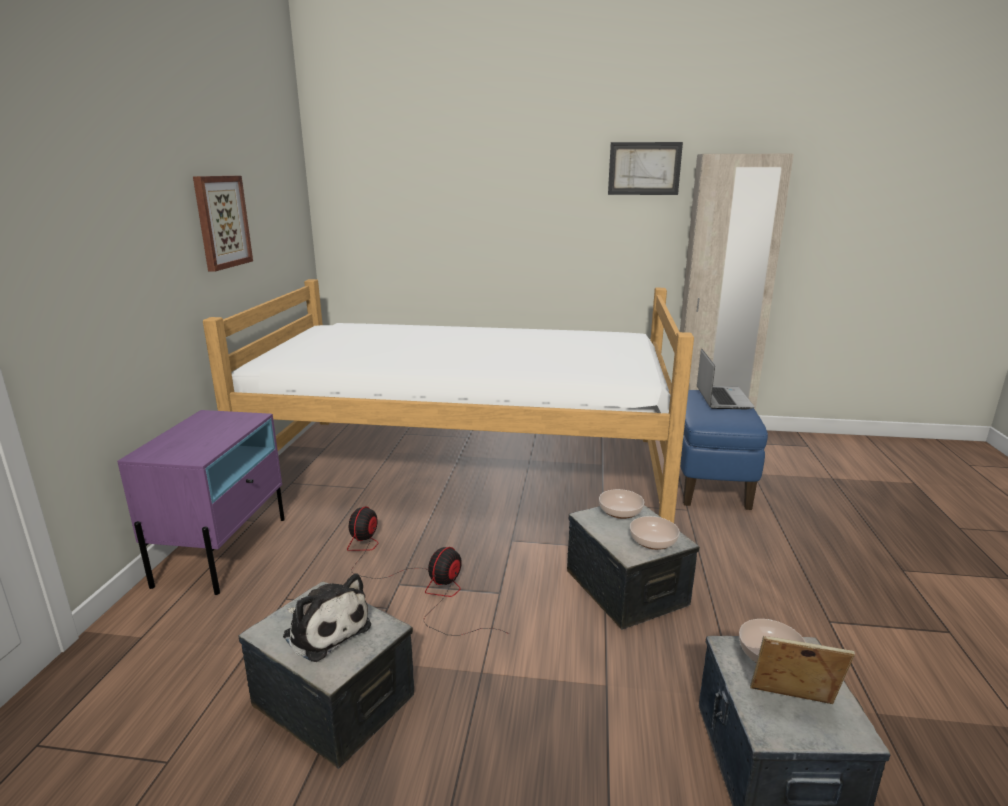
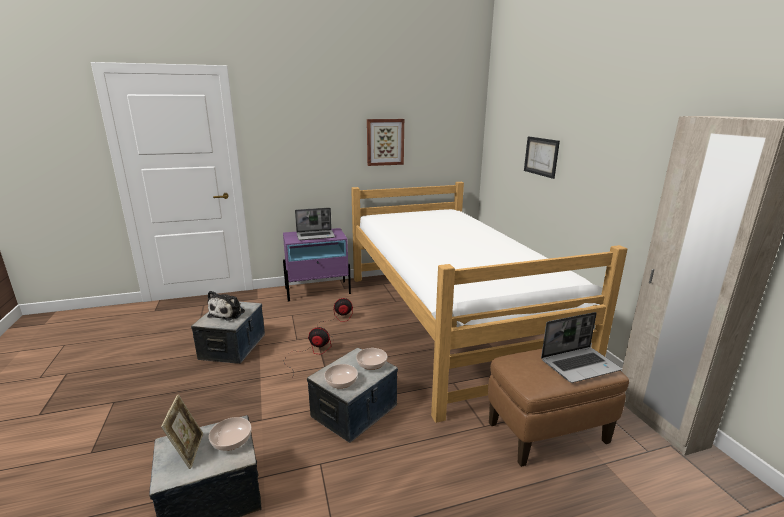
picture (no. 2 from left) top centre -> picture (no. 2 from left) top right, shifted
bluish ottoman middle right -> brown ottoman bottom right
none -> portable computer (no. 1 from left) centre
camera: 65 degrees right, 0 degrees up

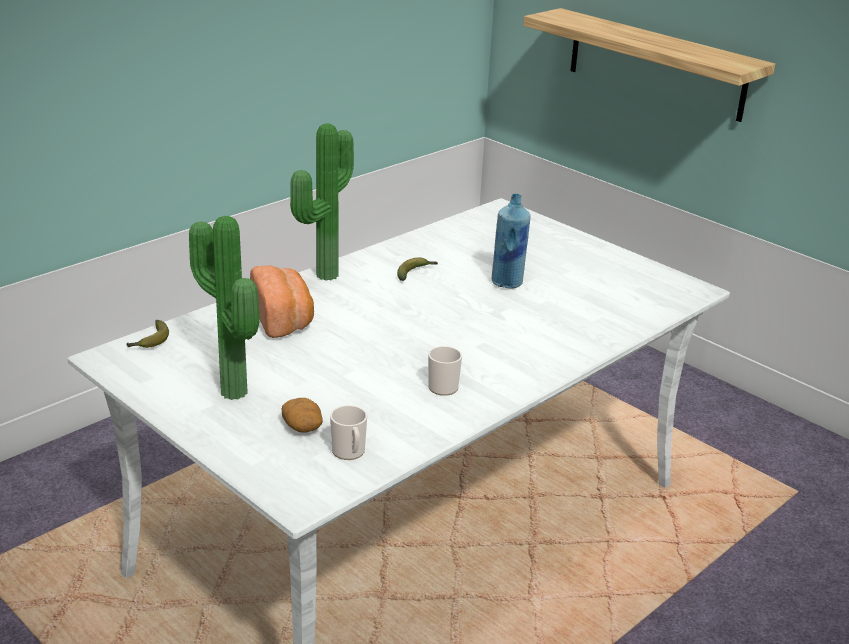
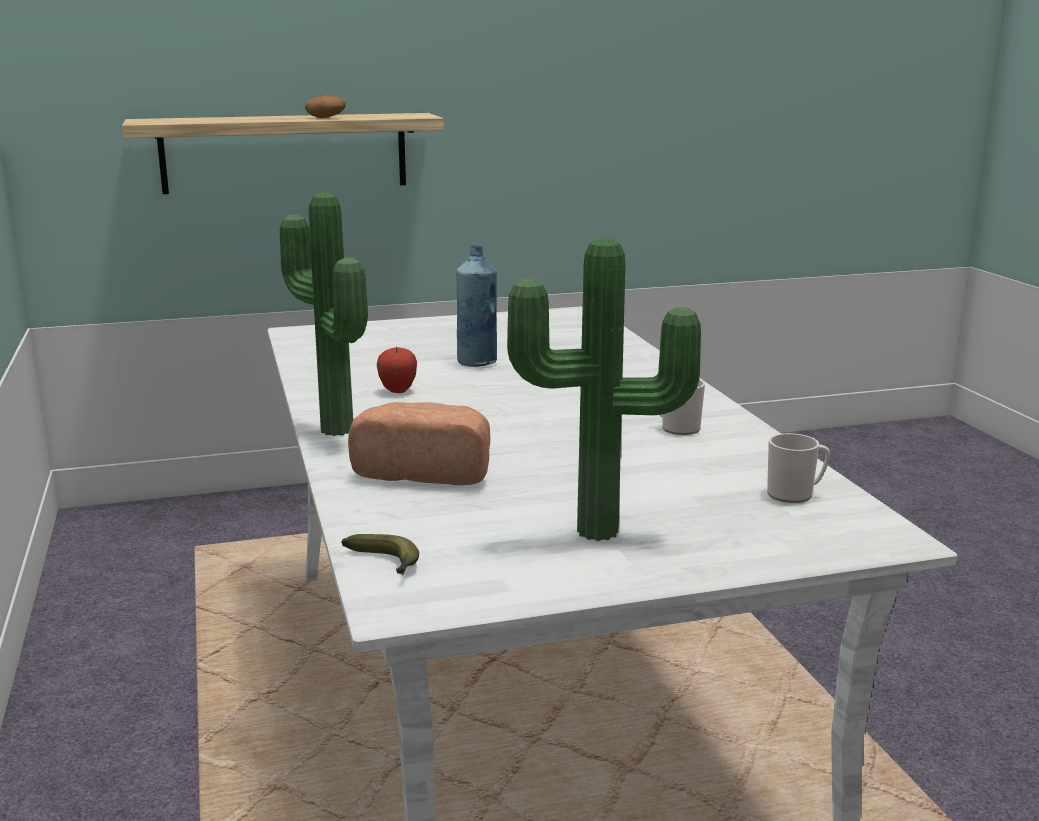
banana fruit (no. 2 from left) centre -> apple centre
spud centre -> spud top left, shifted
camera: 60 degrees left, 10 degrees down

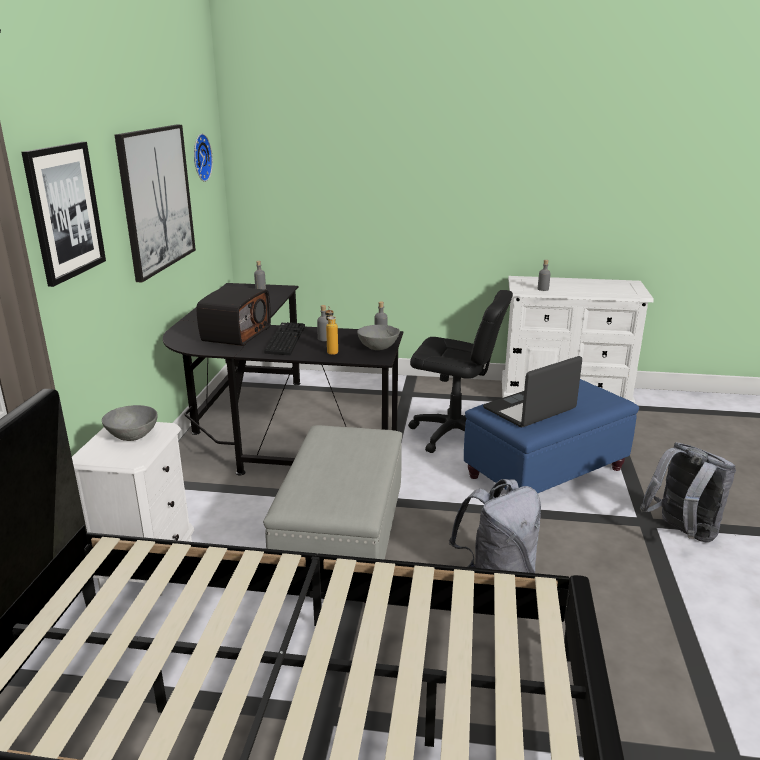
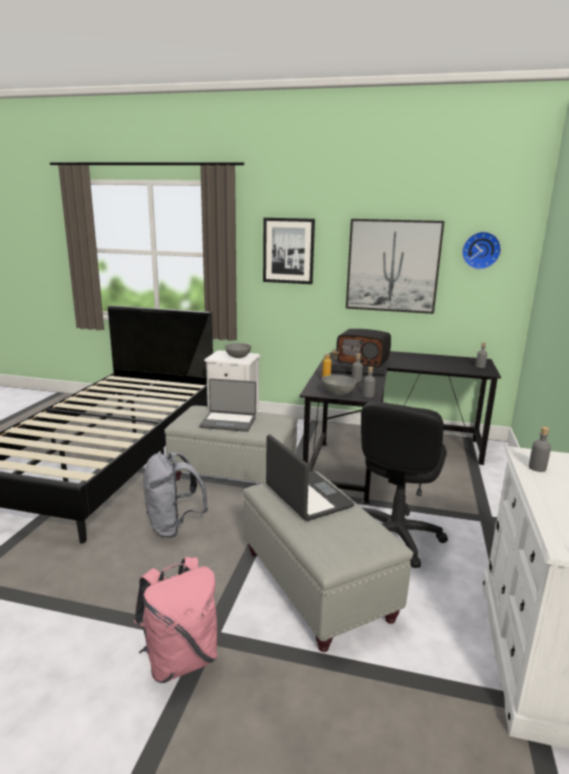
bluish ottoman middle right -> gray ottoman (no. 2 from left) bottom centre
gray backpack (no. 2 from left) middle right -> pinkish backpack bottom left
none -> portable computer (no. 1 from left) centre
camera: 95 degrees right, 5 degrees down

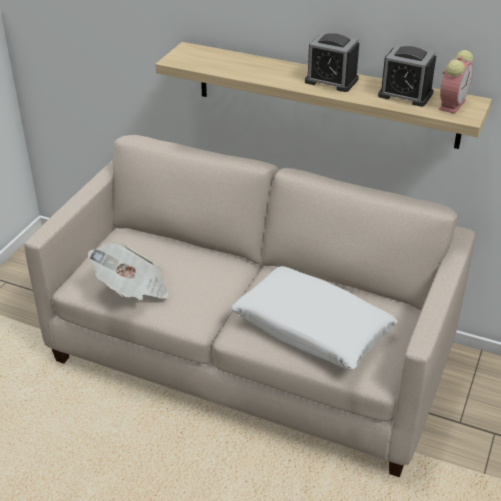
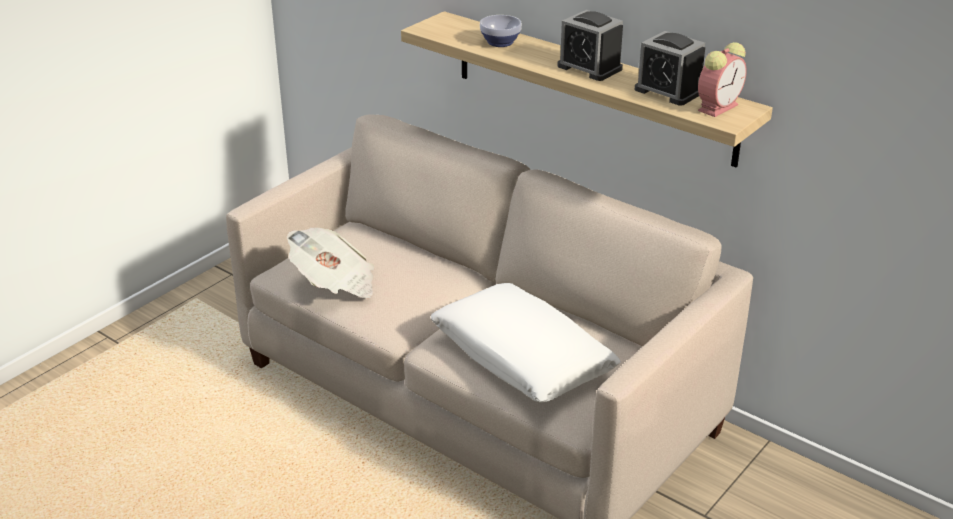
none -> serving bowl top centre
camera: 15 degrees right, 5 degrees down

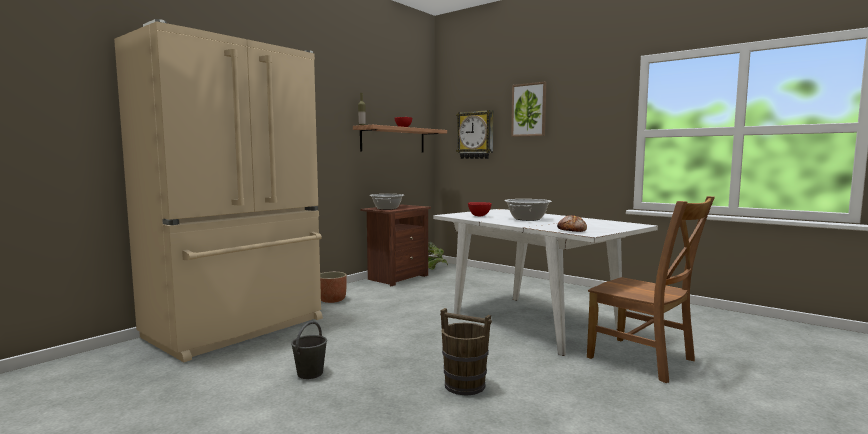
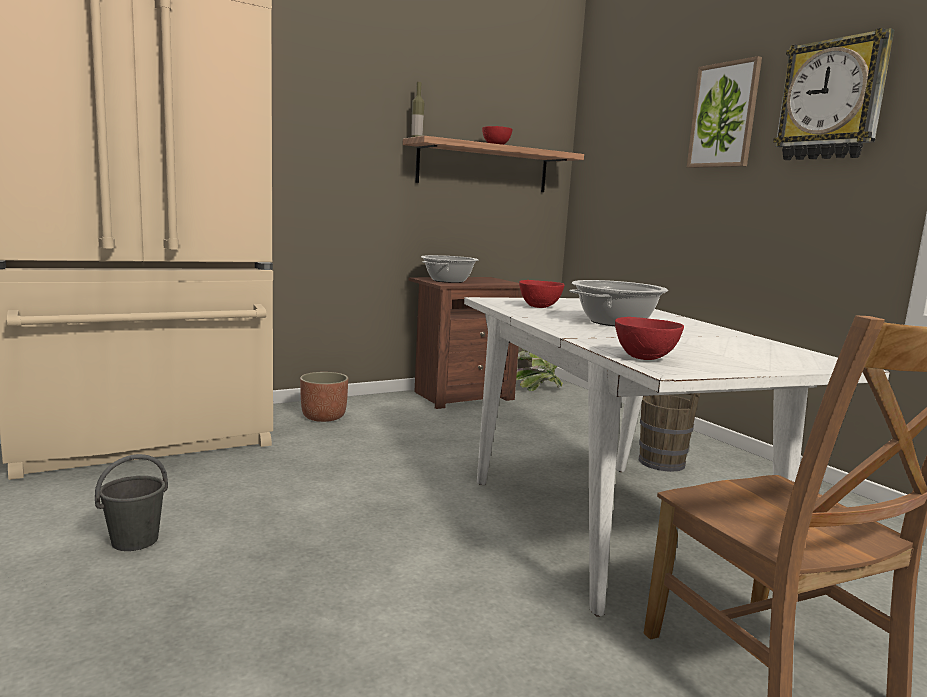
wall clock top centre -> wall clock top right, shifted
bakery bread centre -> red serving bowl (no. 3 from left) middle right
brown pail bottom centre -> brown pail middle right, shifted
camera: 20 degrees right, 5 degrees up

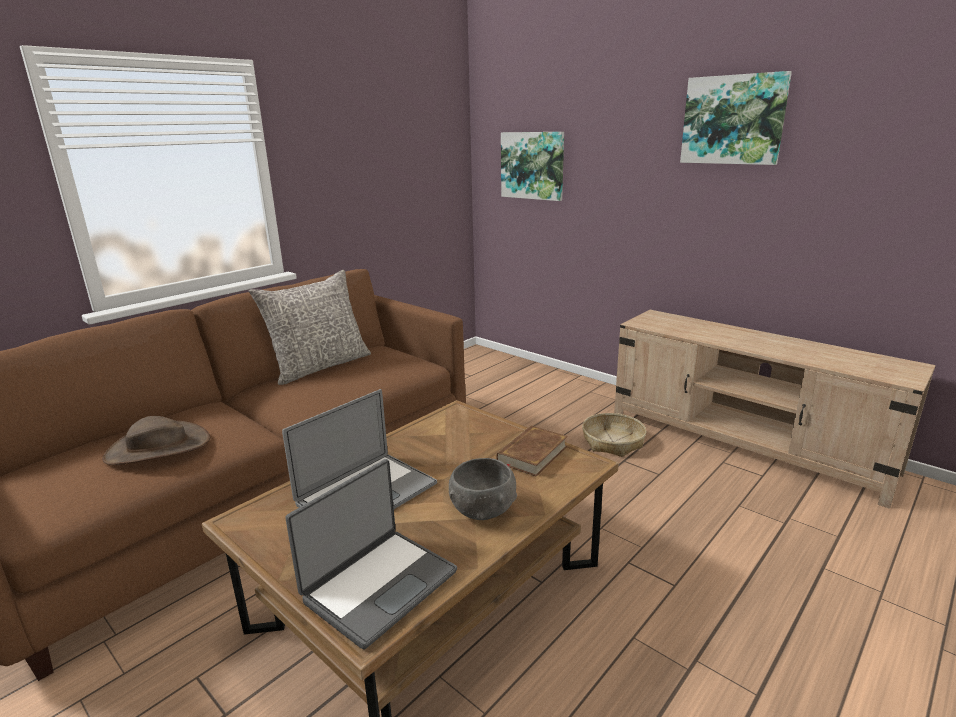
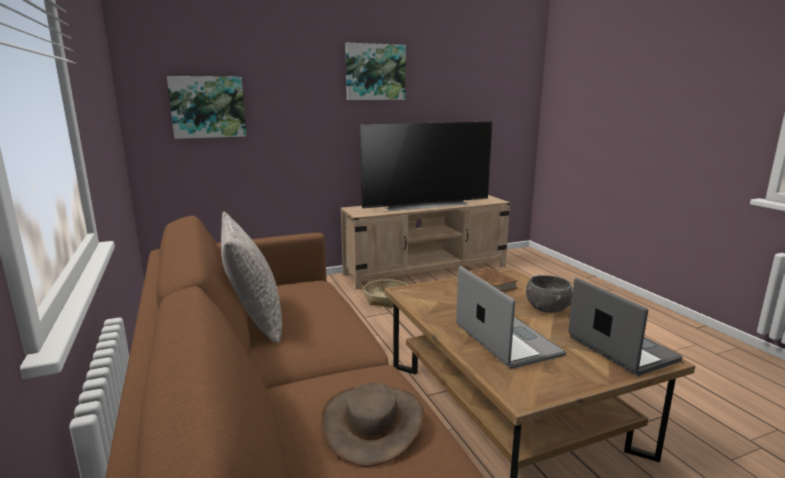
none -> TV centre
camera: 65 degrees left, 5 degrees down

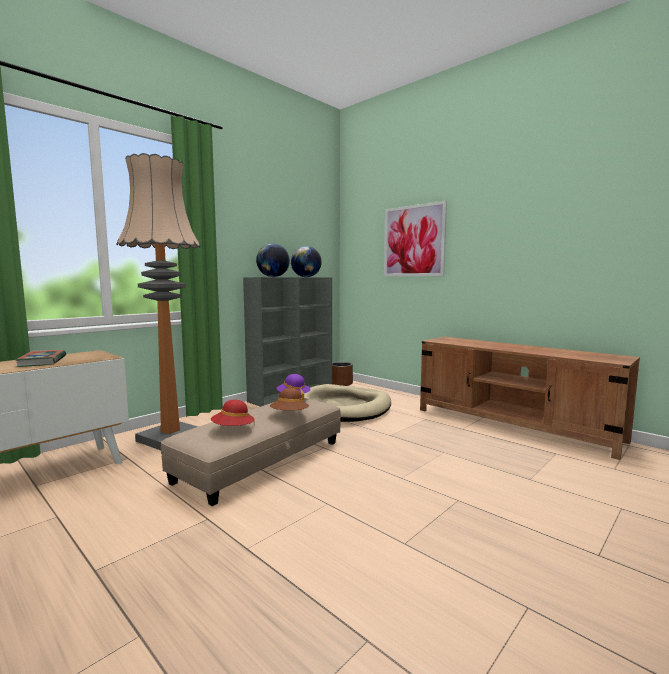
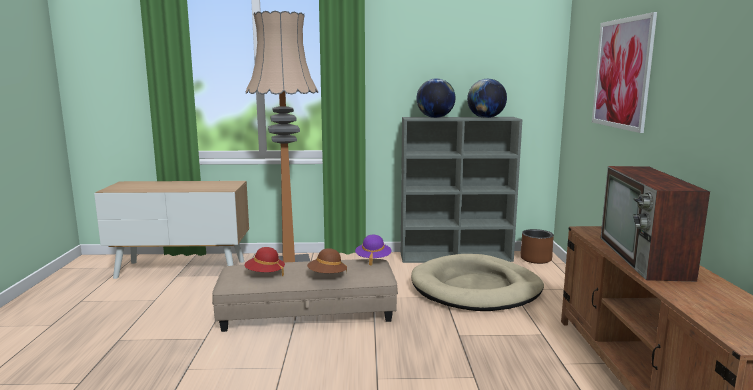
book middle left -> none
none -> TV middle right
camera: 45 degrees right, 5 degrees up

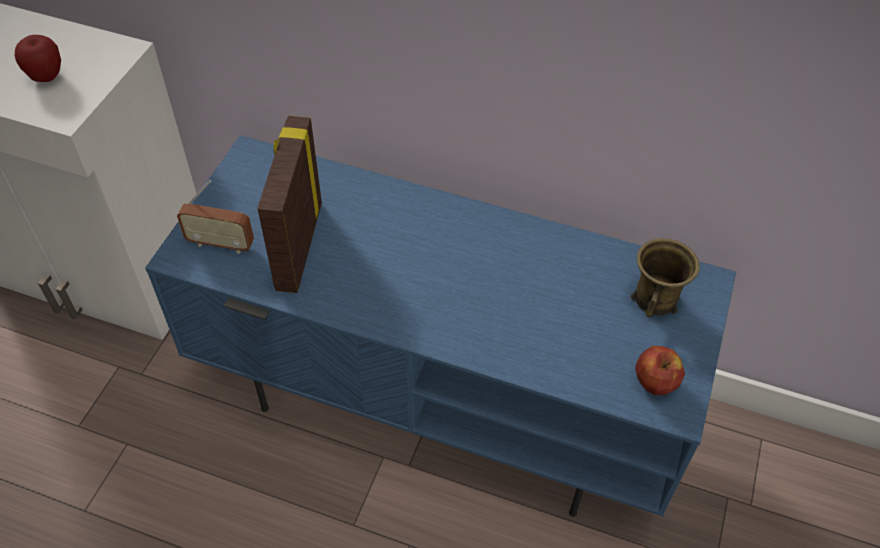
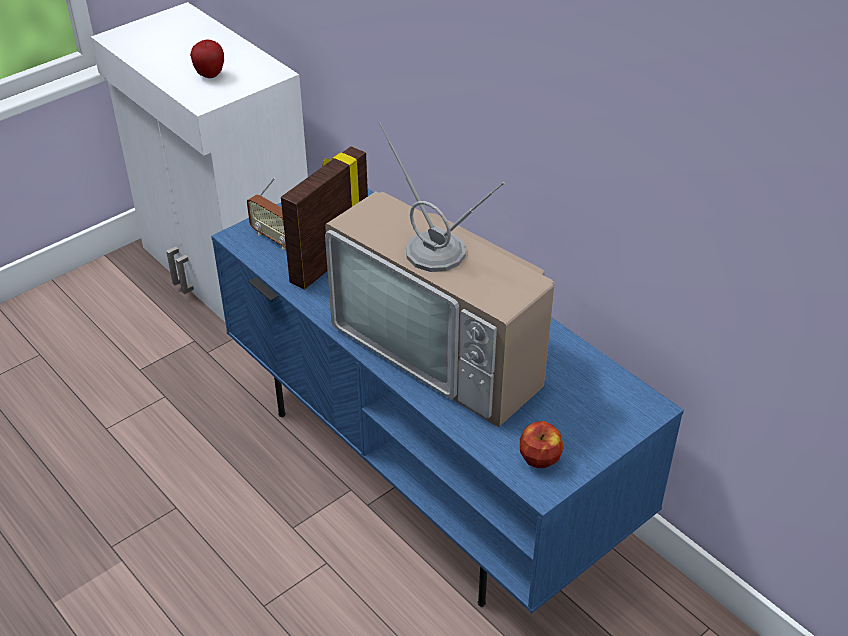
brown tea mug middle right -> none
none -> TV centre
camera: 30 degrees right, 10 degrees down

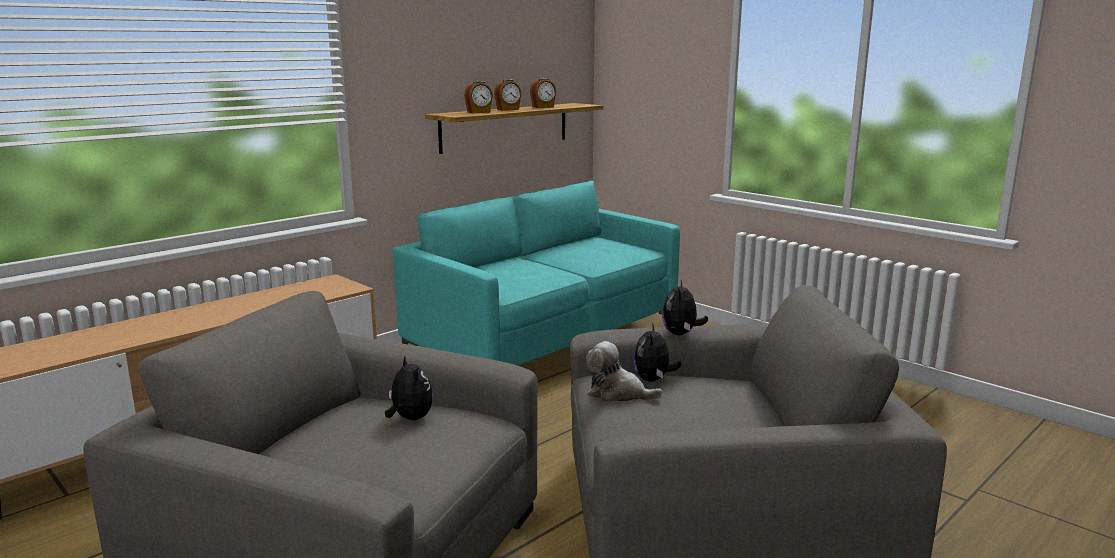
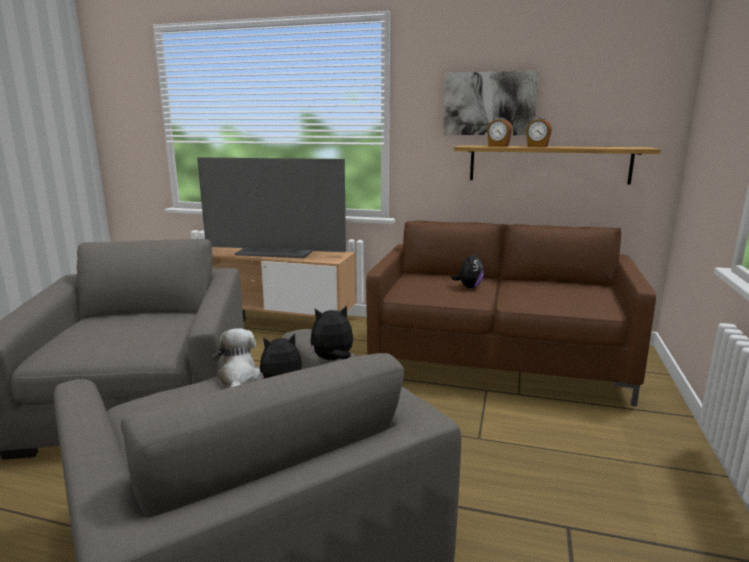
alarm clock (no. 3 from left) top centre -> none
turquoise-coloured sofa centre -> brown sofa middle right
plush toy (no. 1 from left in the first image) bottom centre -> plush toy (no. 4 from left) centre, shifted
none -> picture top centre
none -> TV centre
camera: 60 degrees right, 0 degrees up

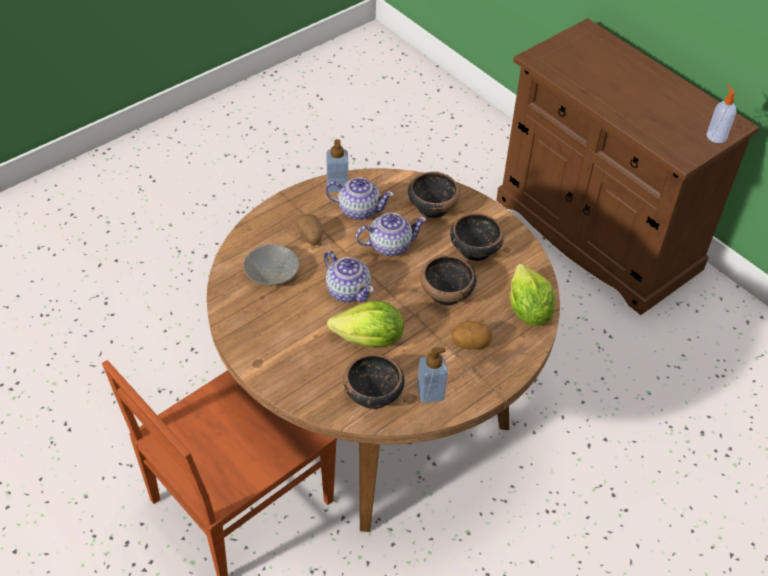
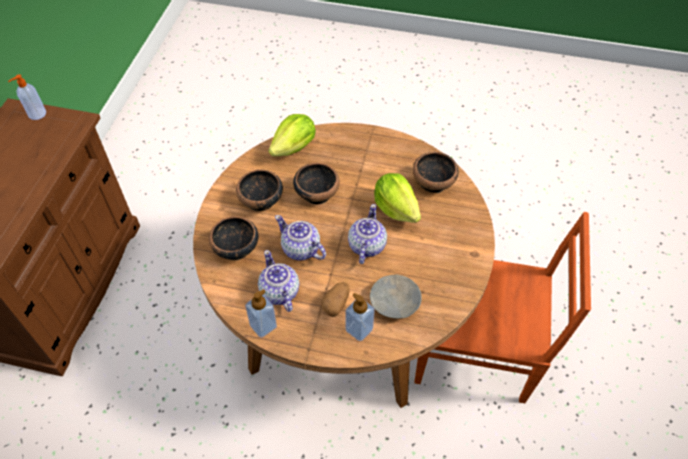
spud (no. 2 from left) centre -> none
soap bottle (no. 2 from left in the first image) centre -> soap bottle (no. 3 from left) bottom centre, shifted
camera: 125 degrees left, 5 degrees up

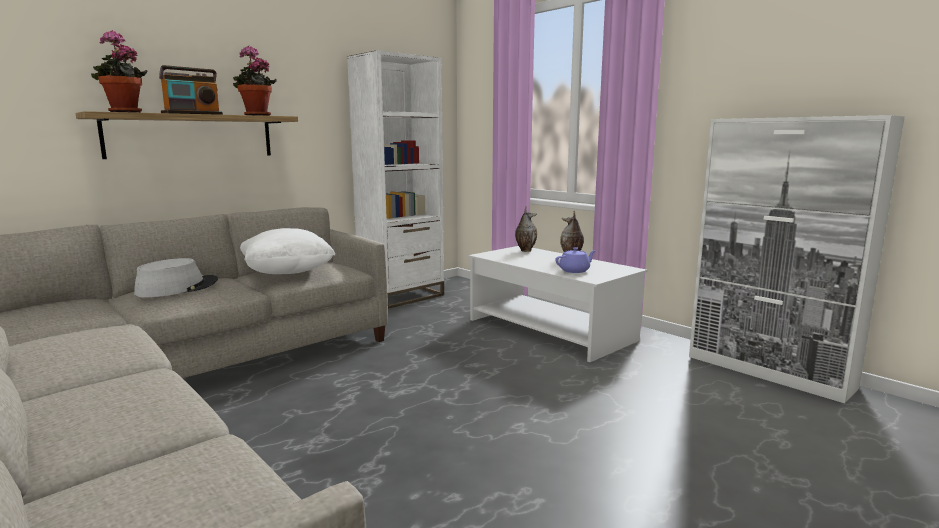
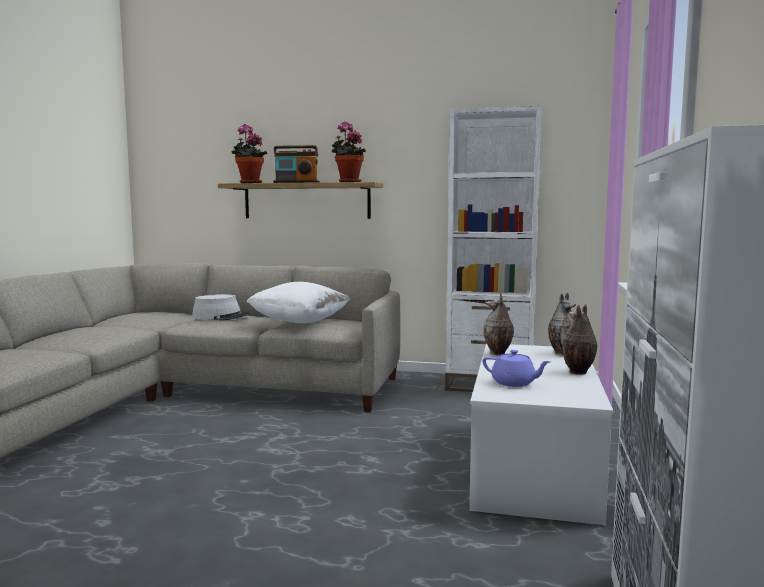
none -> vase (no. 1 from left) centre
camera: 55 degrees right, 5 degrees down

